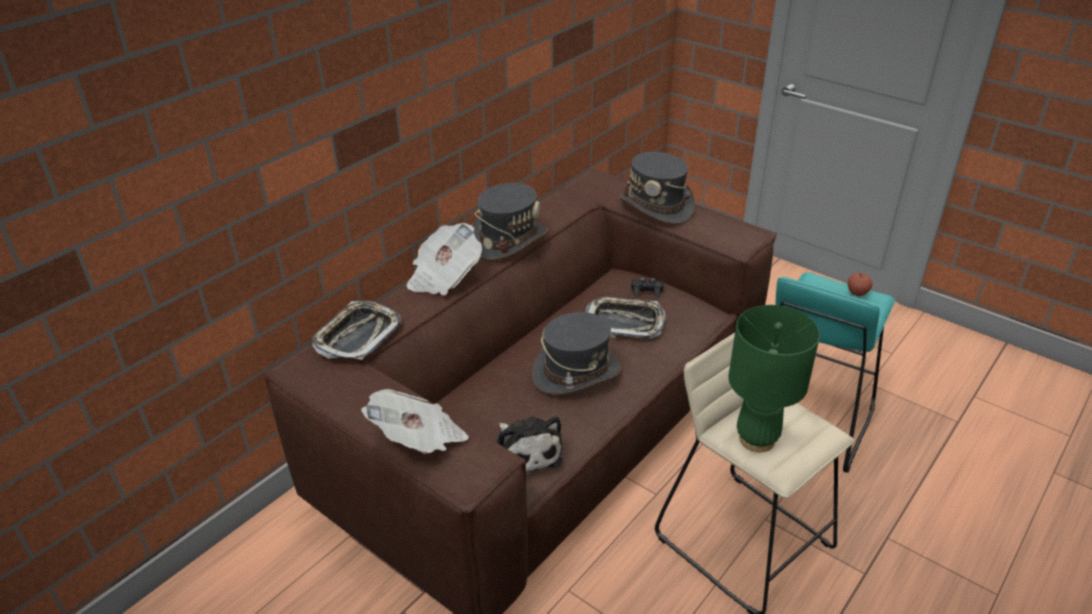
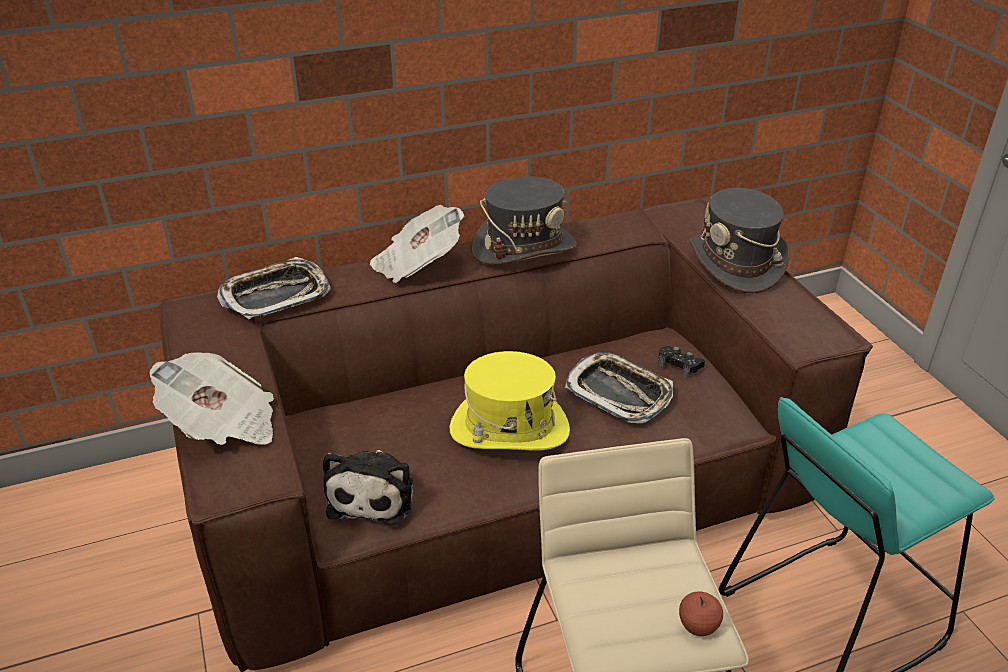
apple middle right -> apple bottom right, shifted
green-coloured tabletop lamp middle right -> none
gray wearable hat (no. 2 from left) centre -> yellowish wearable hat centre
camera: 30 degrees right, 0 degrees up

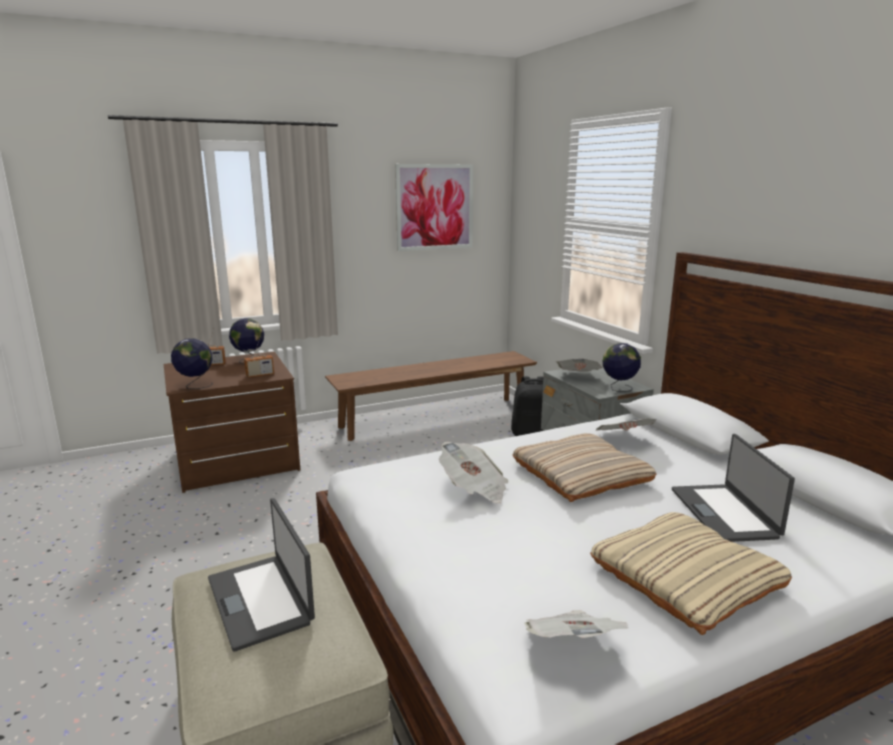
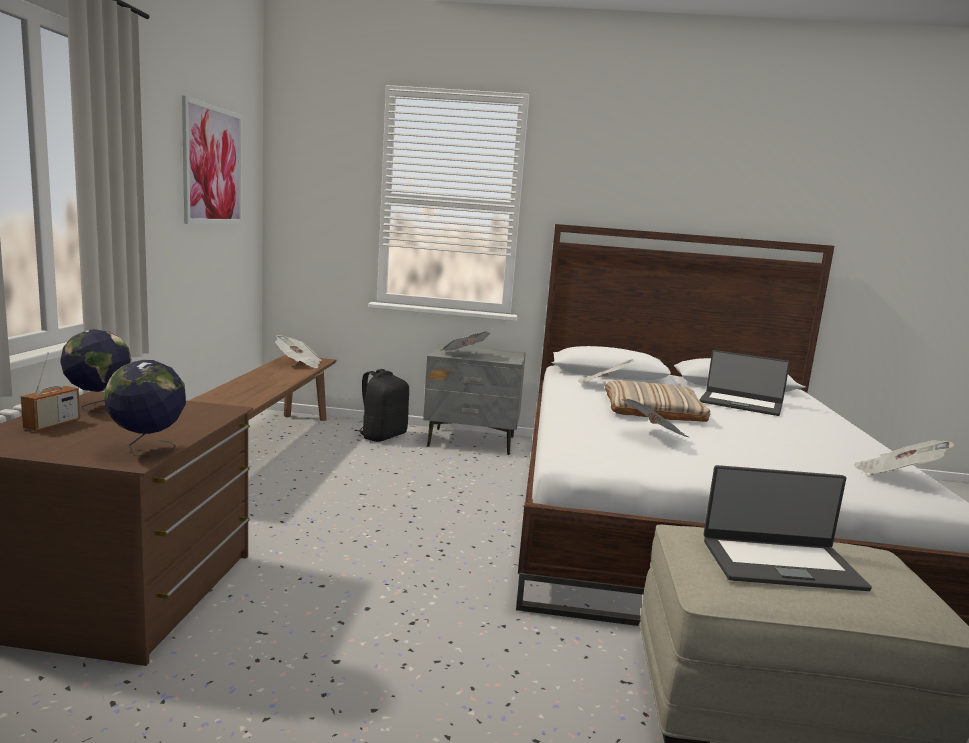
radio (no. 2 from left) middle left -> none
world globe (no. 3 from left) middle right -> none
beige-coloured cushion (no. 2 from left) bottom right -> none
none -> printed paper (no. 1 from left) middle left
camera: 60 degrees left, 5 degrees down

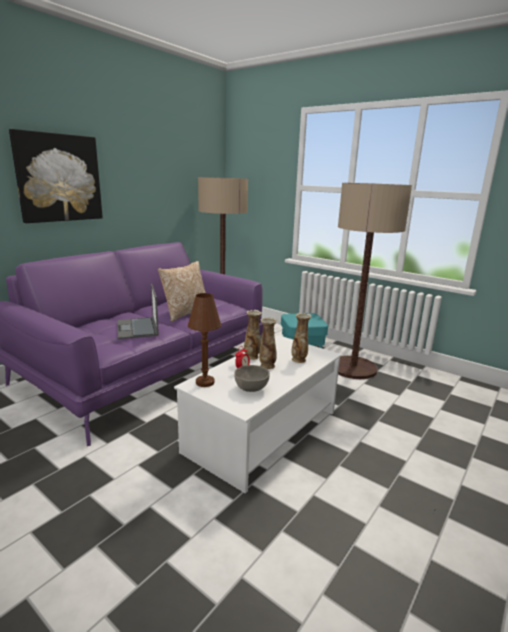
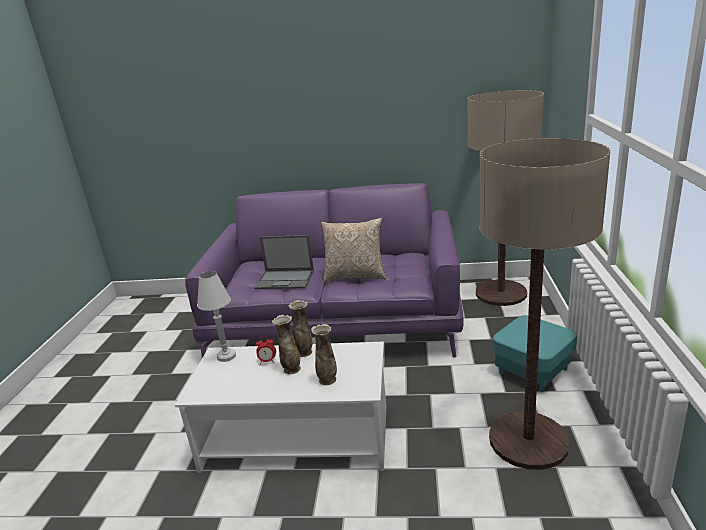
picture top left -> none
portable computer middle left -> portable computer centre, 120 degrees counterclockwise
brown tabletop lamp centre -> white tabletop lamp middle left
gray serving bowl centre -> none
camera: 60 degrees right, 5 degrees up

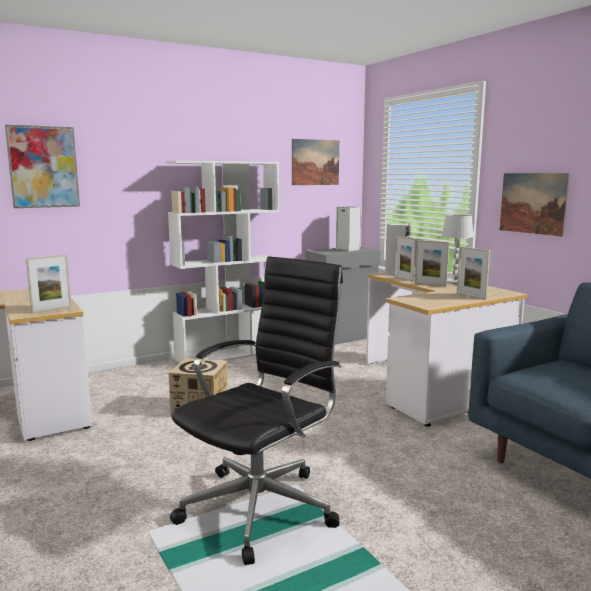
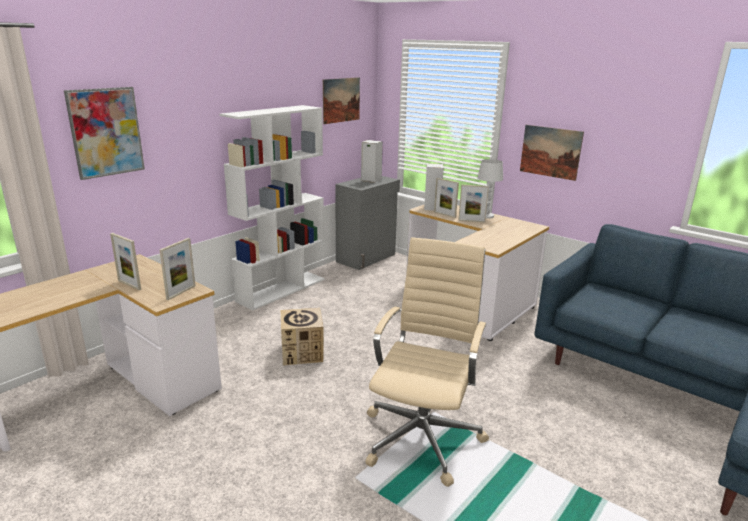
photo frame (no. 4 from left in the first image) middle right -> photo frame (no. 1 from left) middle left, shifted
black-coloured computer chair bottom centre -> beige-coloured computer chair bottom centre
camera: 20 degrees left, 10 degrees up

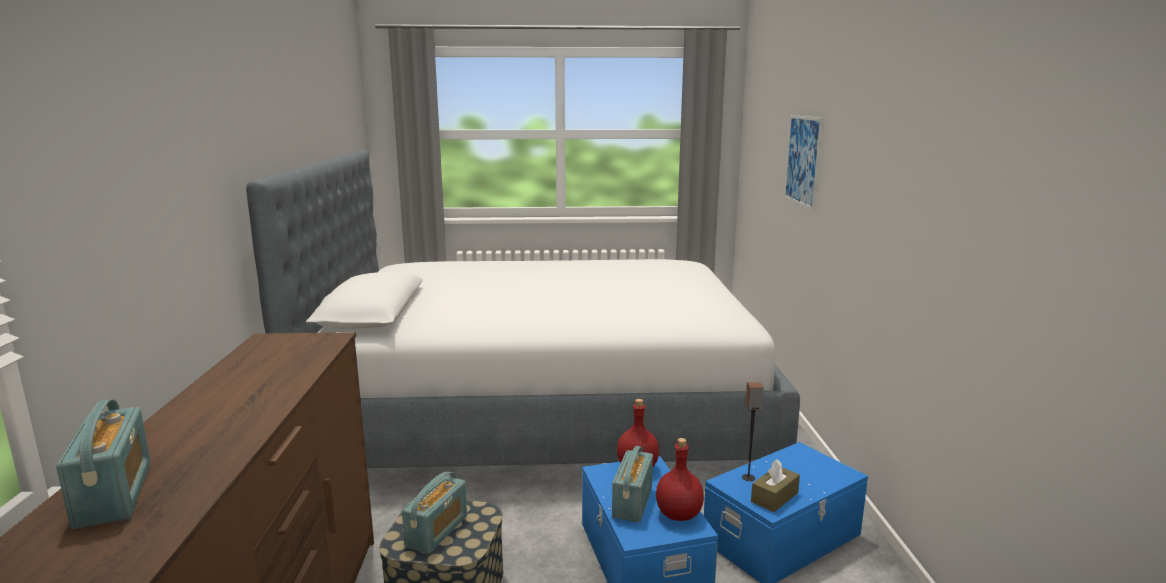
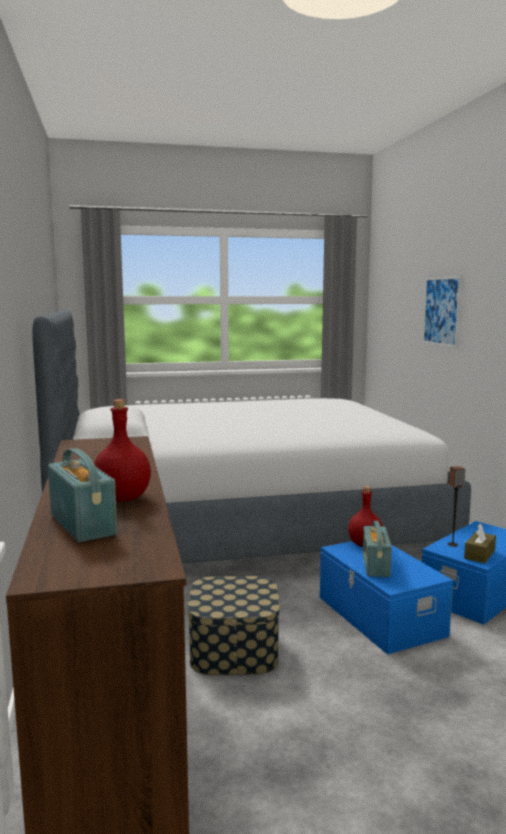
red beverage bottle (no. 2 from left in the first image) bottom centre -> red beverage bottle (no. 1 from left) middle left, shifted
radio (no. 2 from left) bottom centre -> none
camera: 10 degrees left, 5 degrees down

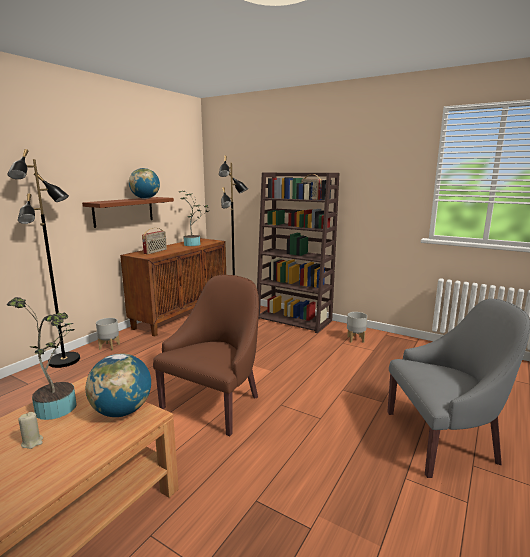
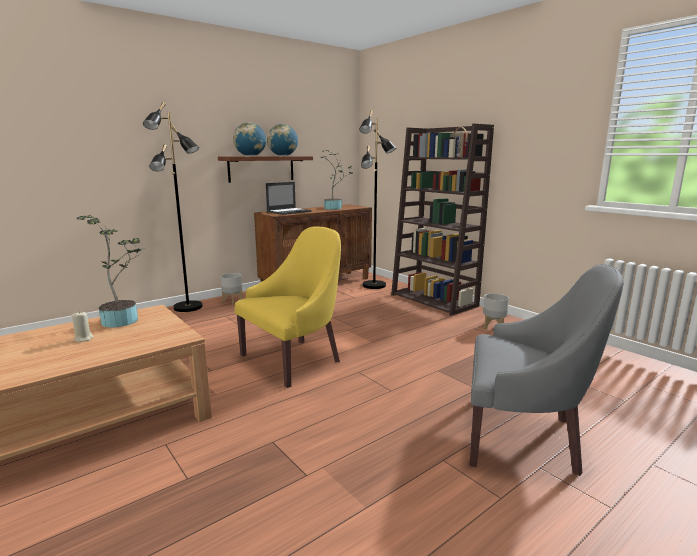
radio (no. 1 from left) middle left -> portable computer centre
brown armchair centre -> yellowish armchair centre
world globe (no. 1 from left) bottom left -> world globe (no. 1 from left) top centre, shifted
camera: 20 degrees right, 0 degrees up

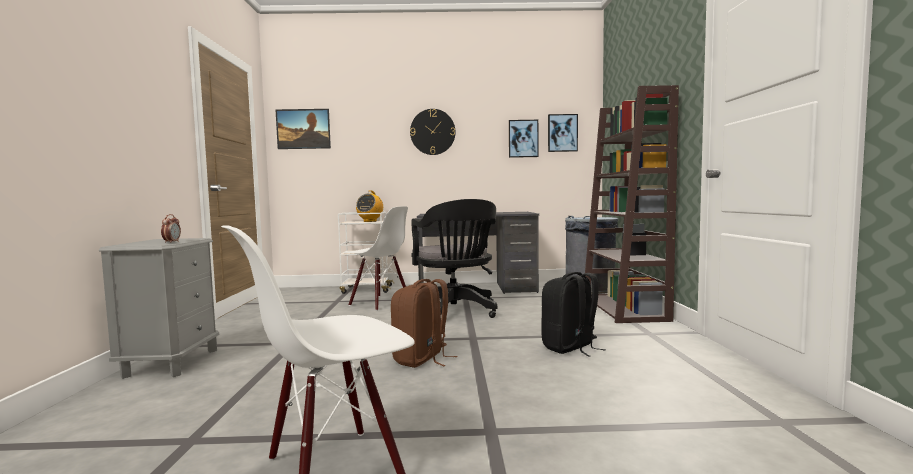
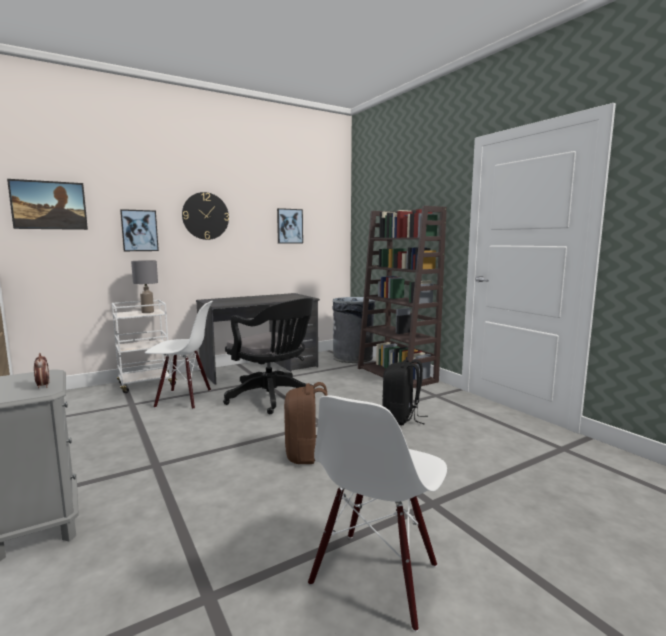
picture (no. 3 from left in the first image) top centre -> picture (no. 2 from left) middle left, shifted
radio centre -> gray tabletop lamp middle left
camera: 30 degrees left, 5 degrees up

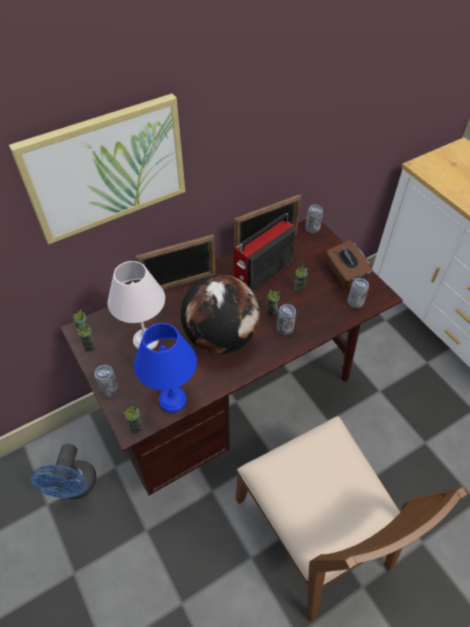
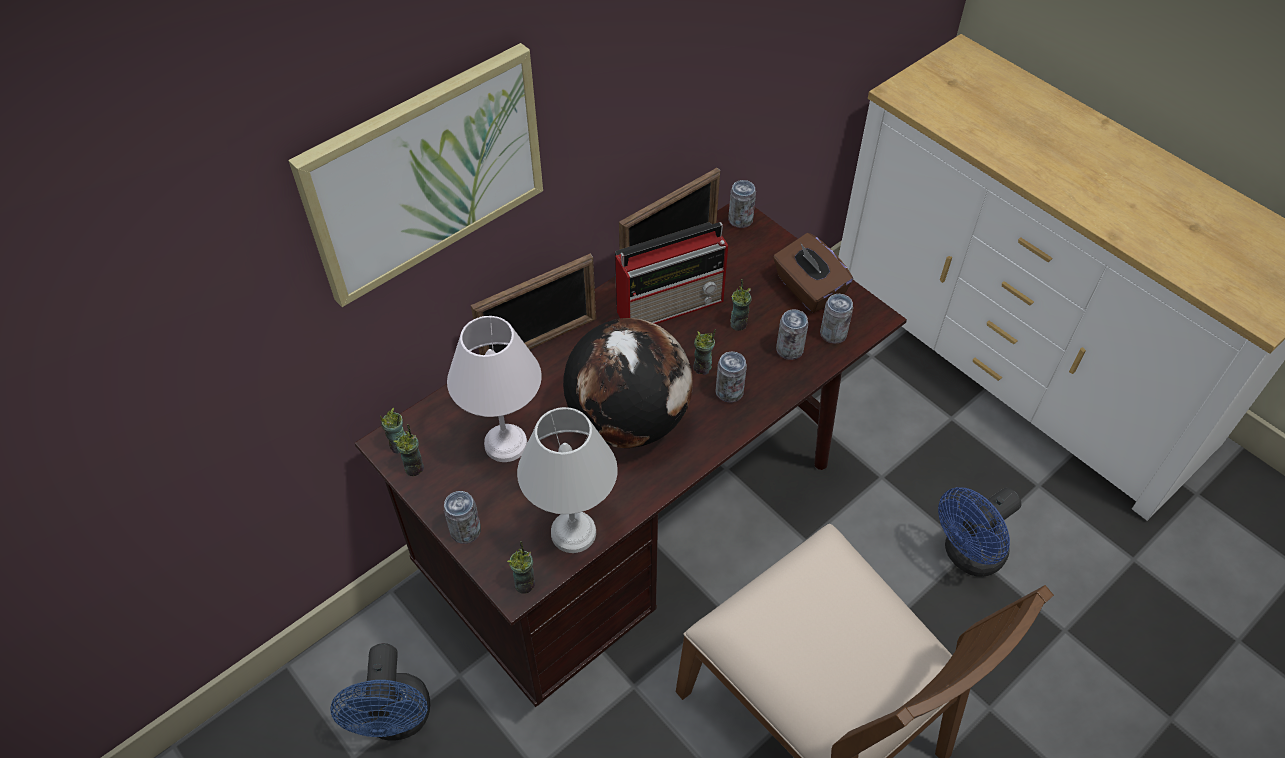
radio centre, 150 degrees counterclockwise
bluish tabletop lamp centre -> white tabletop lamp (no. 2 from left) centre
none -> sealed can (no. 4 from left) centre
none -> bluish electric fan (no. 2 from left) bottom right
camera: 10 degrees left, 0 degrees up

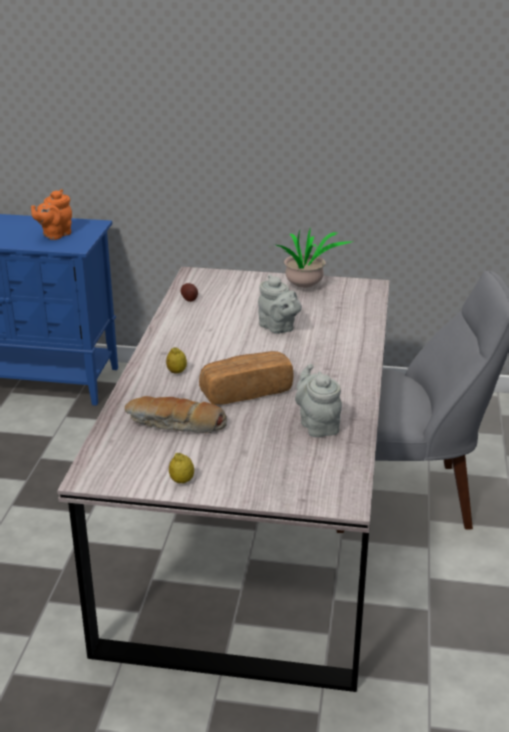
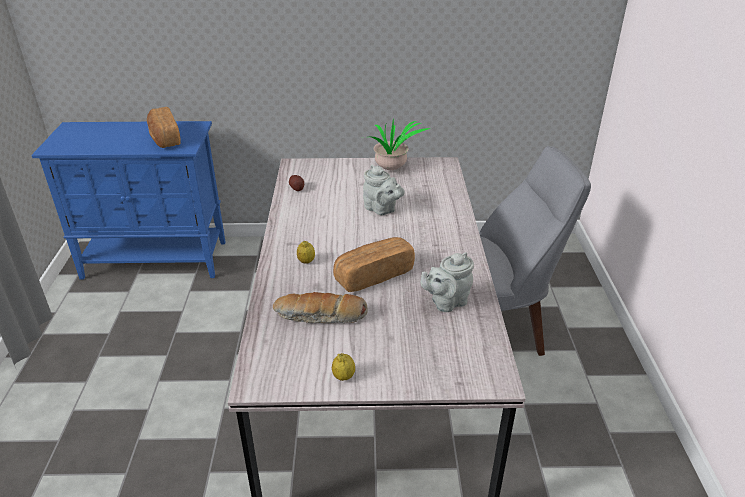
orange teapot top left -> bakery bread (no. 1 from left) top left
gray teapot (no. 2 from left) centre, 90 degrees counterclockwise
camera: 10 degrees left, 5 degrees up

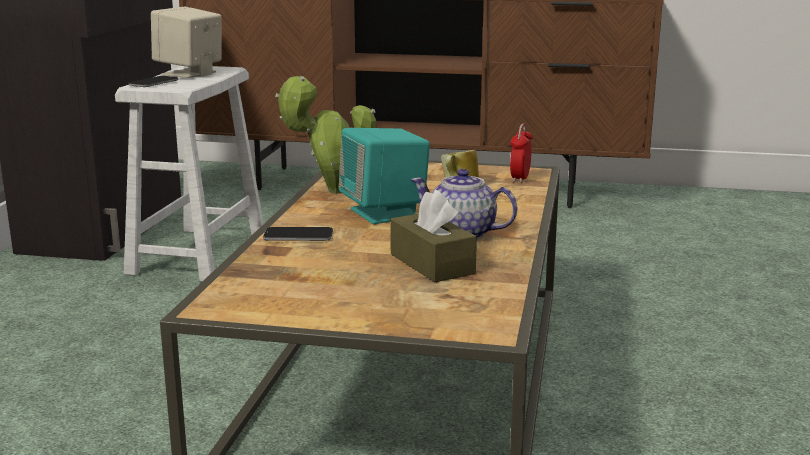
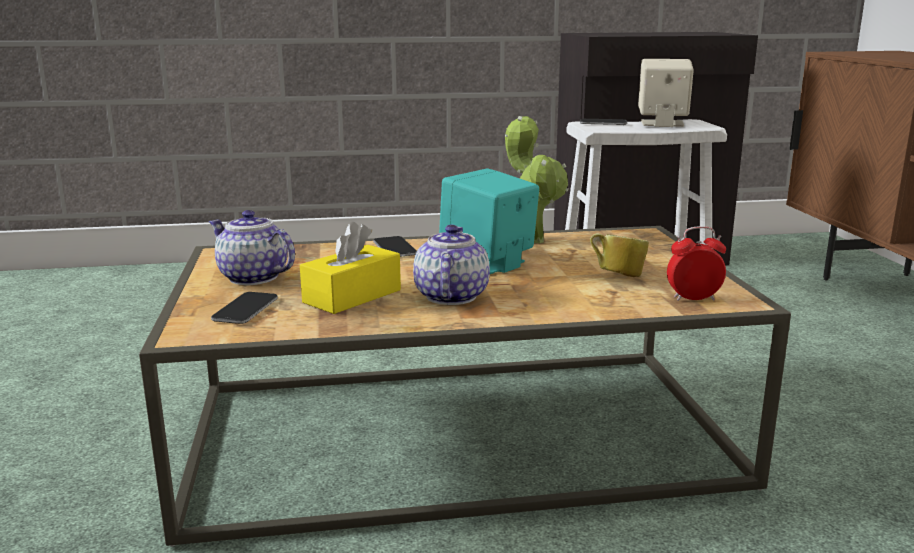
brown tissue holder centre -> yellowish tissue holder centre
none -> teapot (no. 1 from left) middle left
none -> handset (no. 1 from left) middle left
camera: 70 degrees right, 0 degrees up

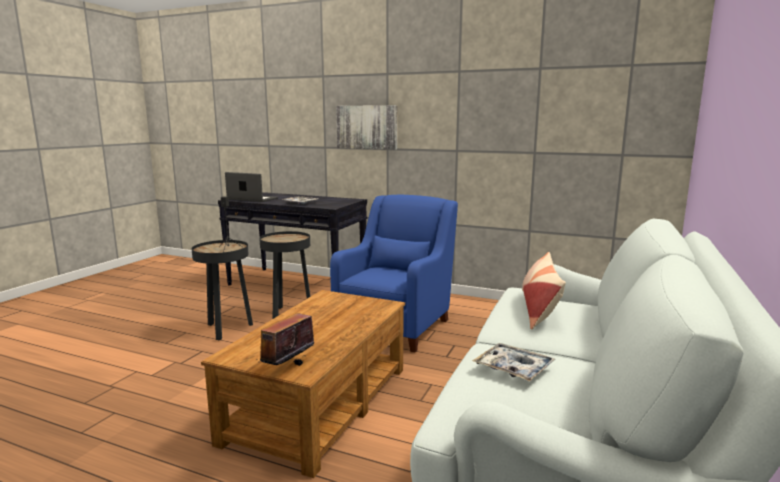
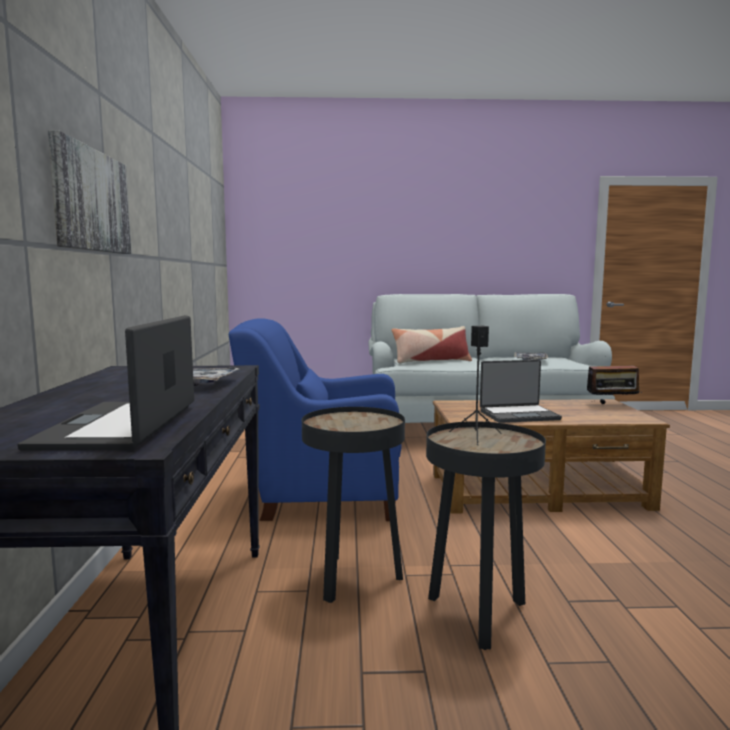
none -> portable computer (no. 2 from left) middle right
camera: 115 degrees left, 5 degrees down

